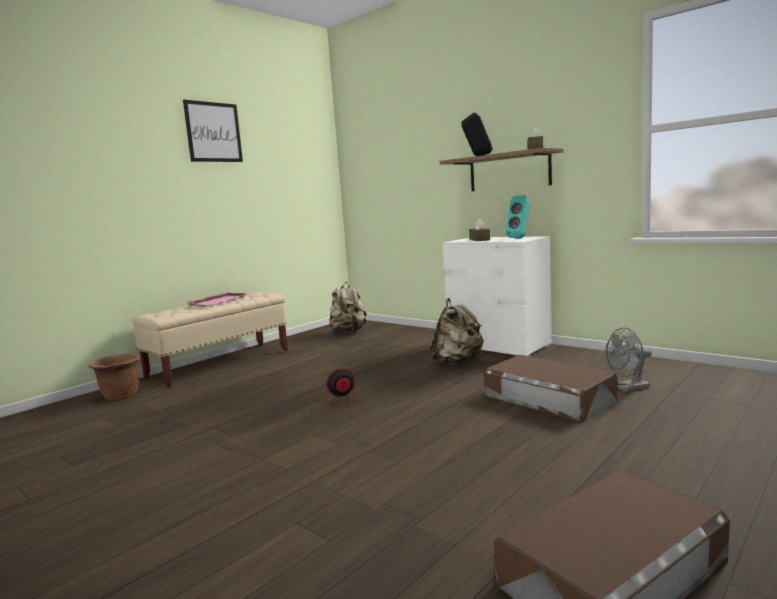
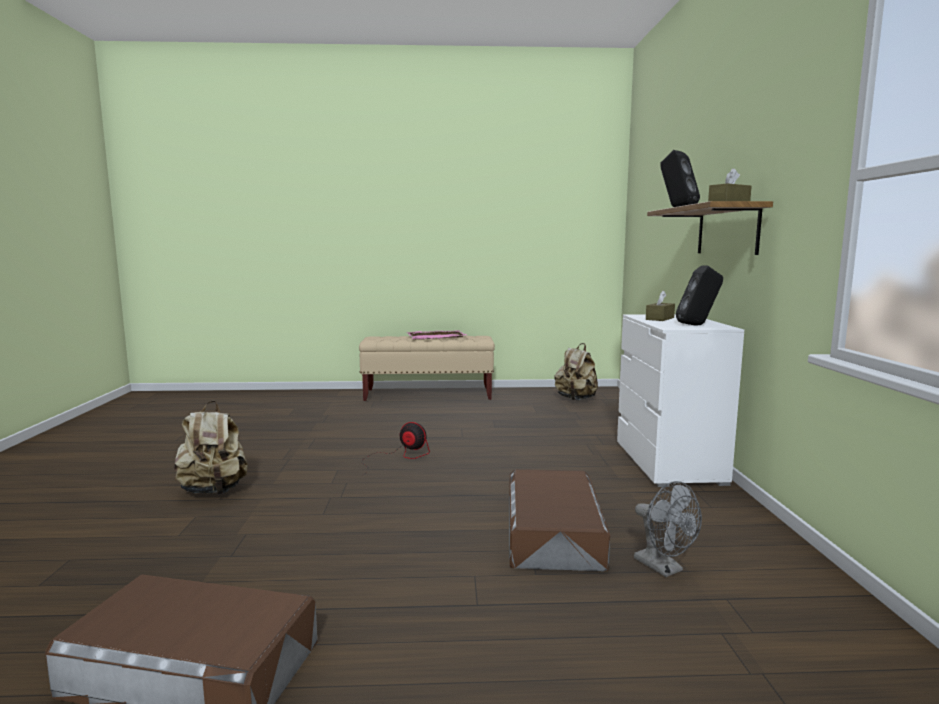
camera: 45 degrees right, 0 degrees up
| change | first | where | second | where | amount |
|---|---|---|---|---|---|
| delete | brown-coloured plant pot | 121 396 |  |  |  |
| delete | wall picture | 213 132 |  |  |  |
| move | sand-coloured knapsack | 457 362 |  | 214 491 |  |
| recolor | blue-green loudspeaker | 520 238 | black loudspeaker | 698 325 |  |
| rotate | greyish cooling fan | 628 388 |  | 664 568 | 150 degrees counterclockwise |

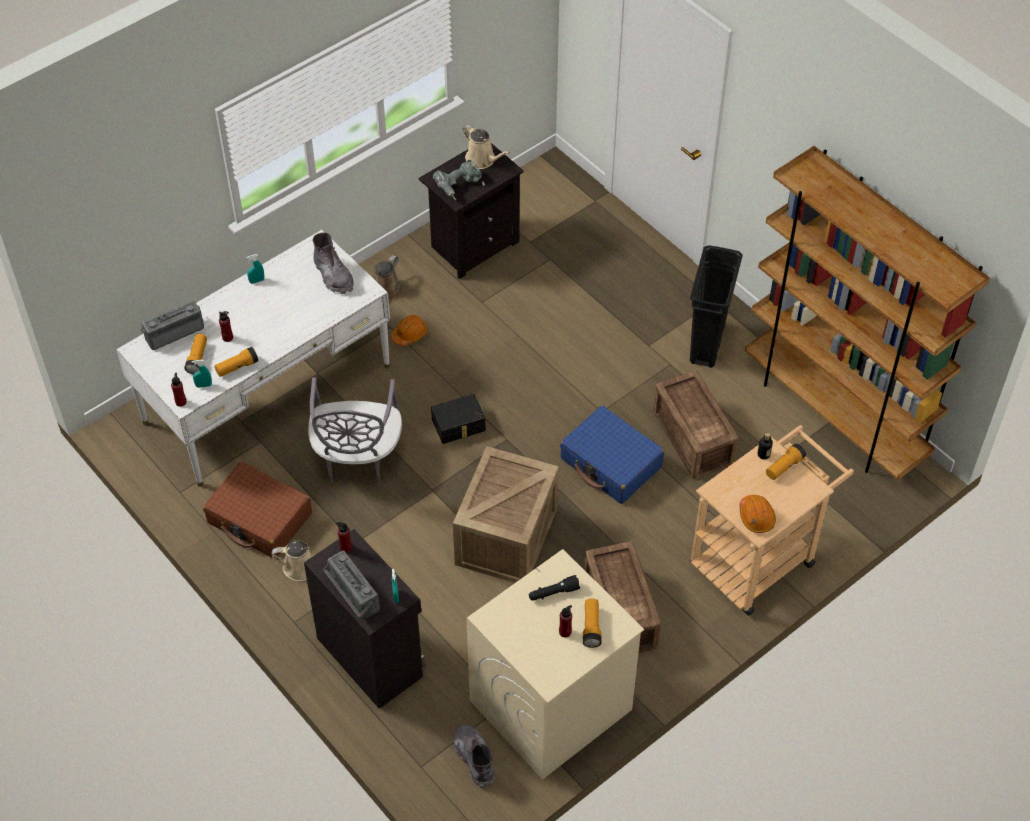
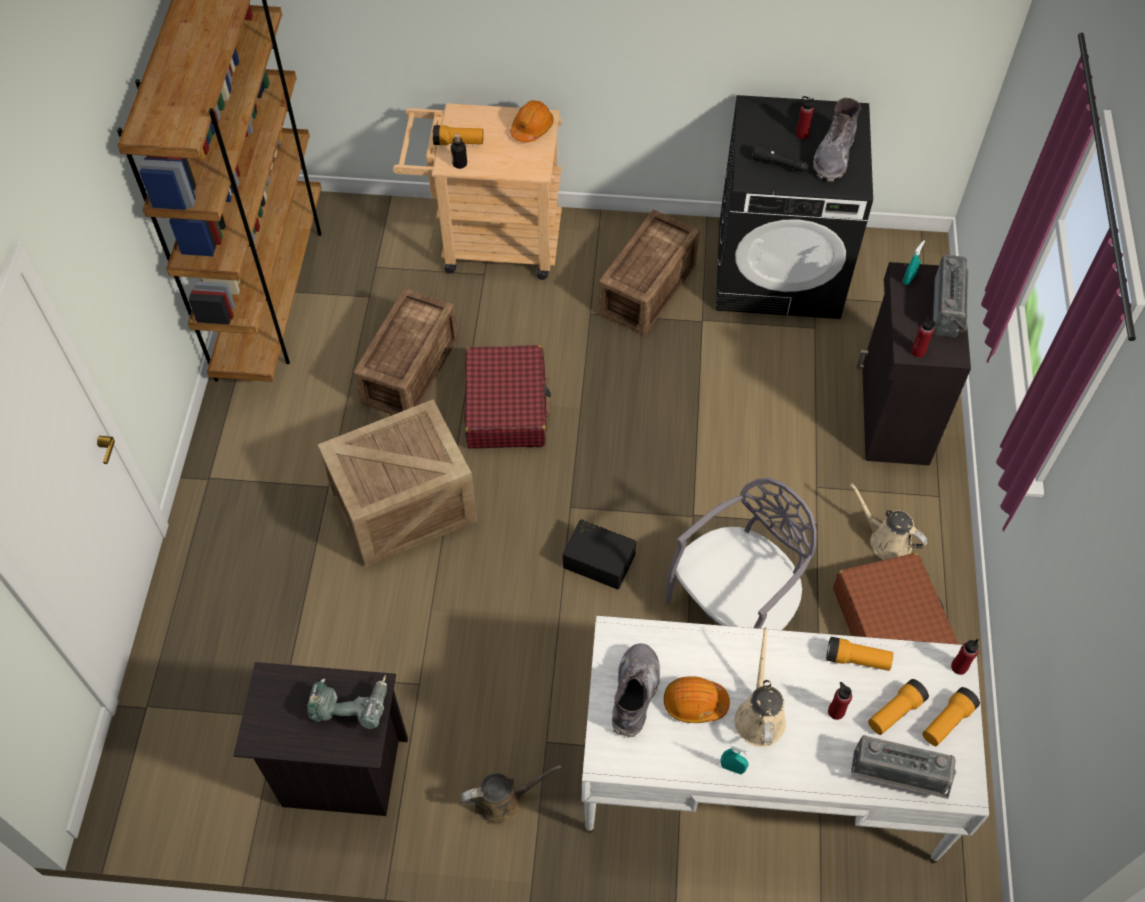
camera: 135 degrees left, 5 degrees up
| change | first | where | second | where | amount |
|---|---|---|---|---|---|
| delete | blue-green hand sprayer | 203 385 |  |  |  |
| delete | black rubbish bin | 707 343 |  |  |  |
| move | orange safety helmet | 410 334 |  | 694 703 |  |
| move | packing crate | 506 535 |  | 403 509 |  |
| move | greyish tall boot | 474 758 |  | 833 156 |  |
| move | sand-coloured watering pot | 482 160 |  | 759 715 |  |
| move | torch | 591 627 |  | 947 721 |  |
| recolor | sand-coloured laundry machine | 550 706 | black laundry machine | 779 269 |  |
| recolor | blue suitcase | 611 463 | red-coloured suitcase | 506 406 |  |

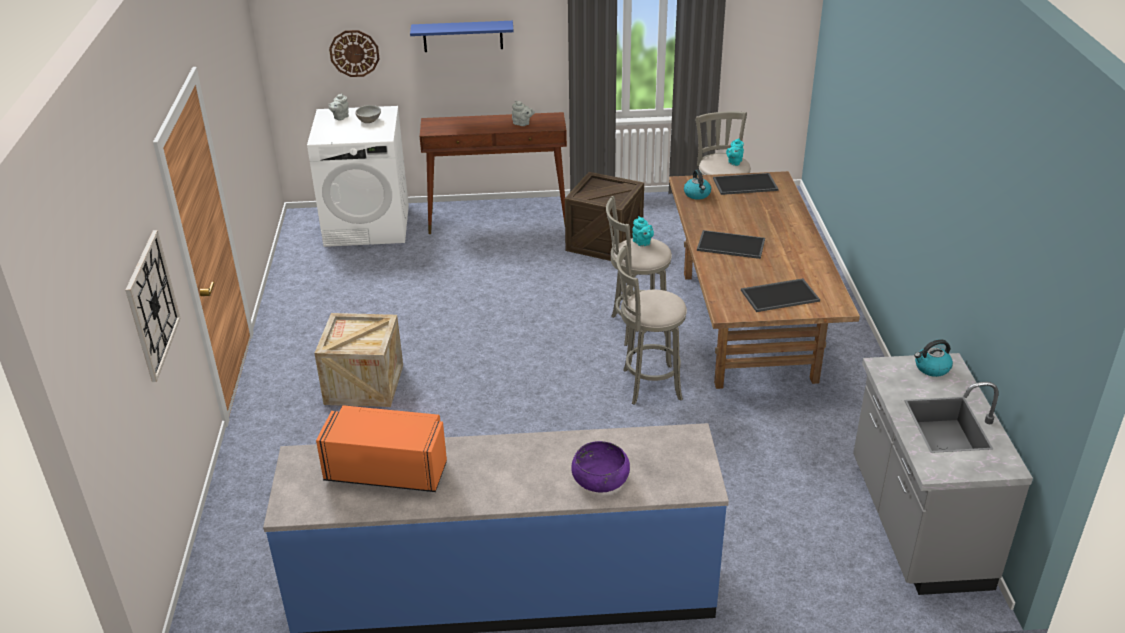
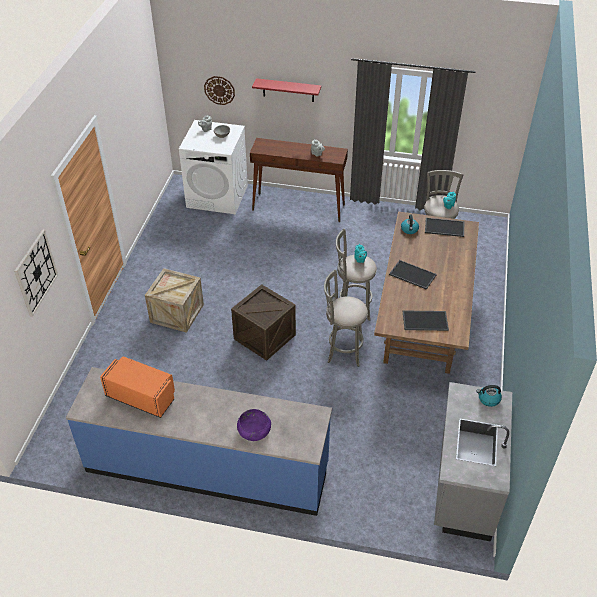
camera: 15 degrees right, 10 degrees up
| change | first | where | second | where | amount |
|---|---|---|---|---|---|
| move | packing crate | 604 242 |  | 264 337 |  |
| recolor | blue shelf | 463 36 | red-coloured shelf | 288 90 |  |

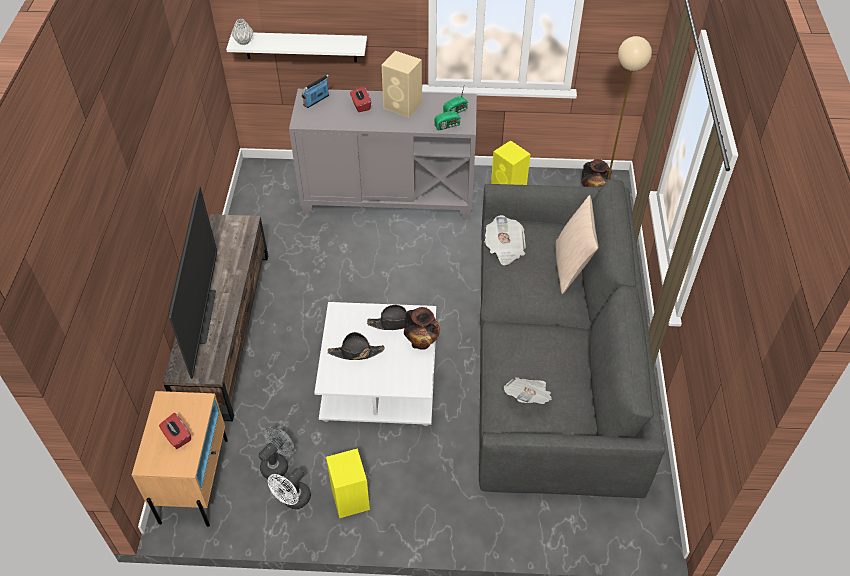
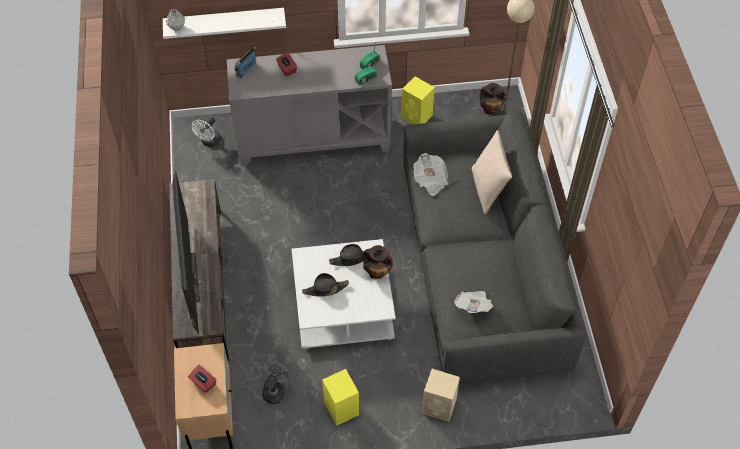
camera: 10 degrees left, 5 degrees up
| change | first | where | second | where | amount |
|---|---|---|---|---|---|
| move | whitish cooling fan | 293 500 |  | 209 142 |  |
| move | sand-coloured loudspeaker | 403 106 |  | 440 406 |  |

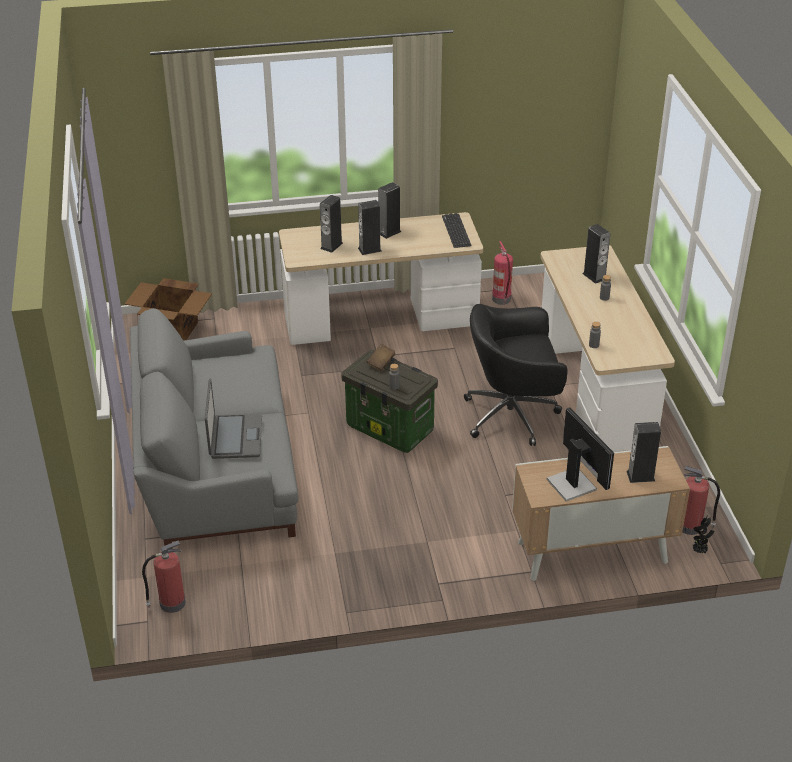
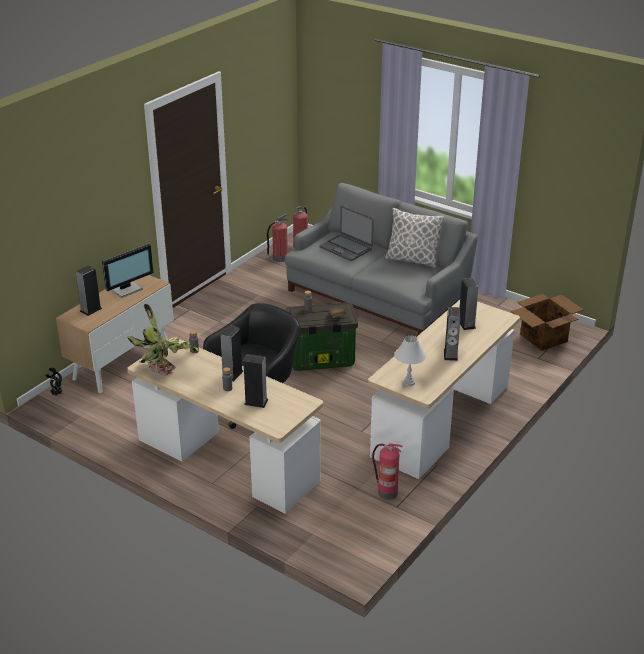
camera: 135 degrees right, 5 degrees down
| change | first | where | second | where | amount |
|---|---|---|---|---|---|
| insert |  |  | plant in a pot | 168 368 |  |
| insert |  |  | pillow | 412 259 |  |
| move | loudspeaker | 369 249 |  | 232 374 |  |
| move | fire-fighting cylinder | 691 526 |  | 279 258 |  |
| replace | computer keyboard | 456 231 | whitish table lamp | 408 382 |  |
| rotate | monitor | 573 483 |  | 126 289 | 60 degrees counterclockwise |

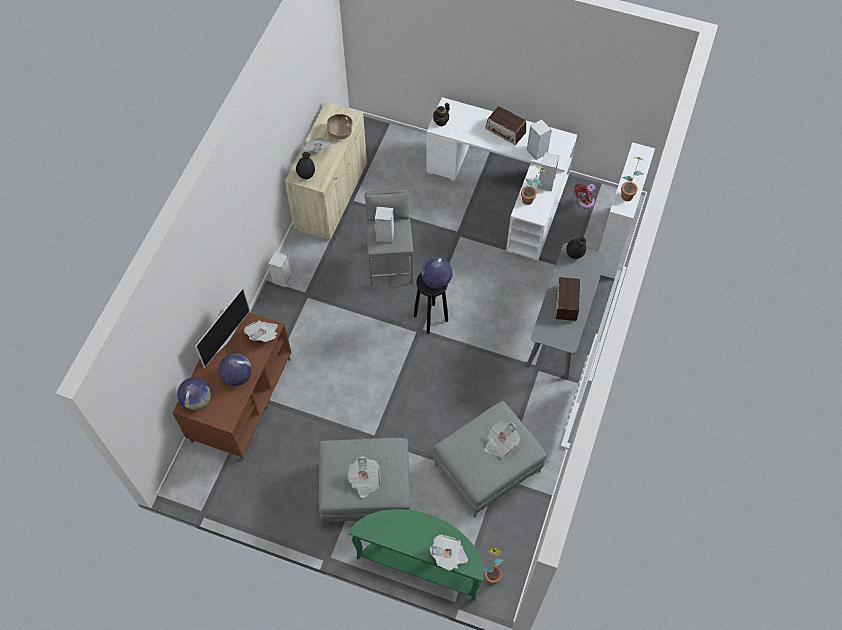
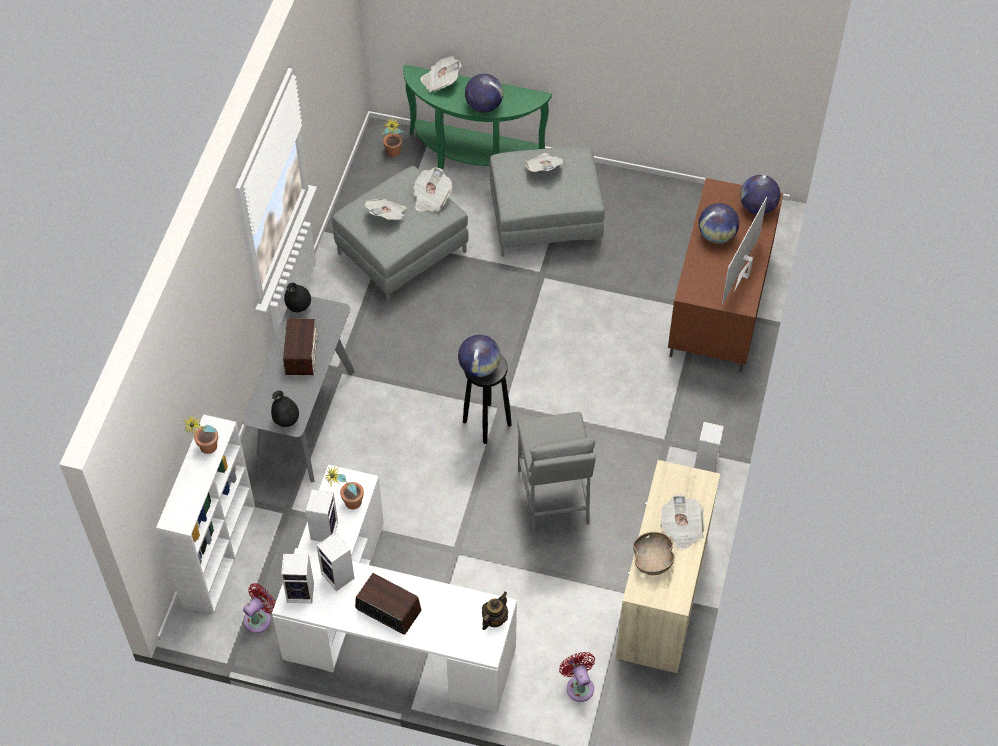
camera: 175 degrees right, 5 degrees down
| change | first | where | second | where | amount |
|---|---|---|---|---|---|
| insert |  |  | desk globe | 484 106 |  |
| insert |  |  | red-coloured cooling fan | 579 685 |  |
| move | printed paper | 263 335 |  | 431 198 |  |
| move | black decorative vase | 306 175 |  | 298 307 |  |
| move | loudspeaker | 384 236 |  | 301 592 |  |

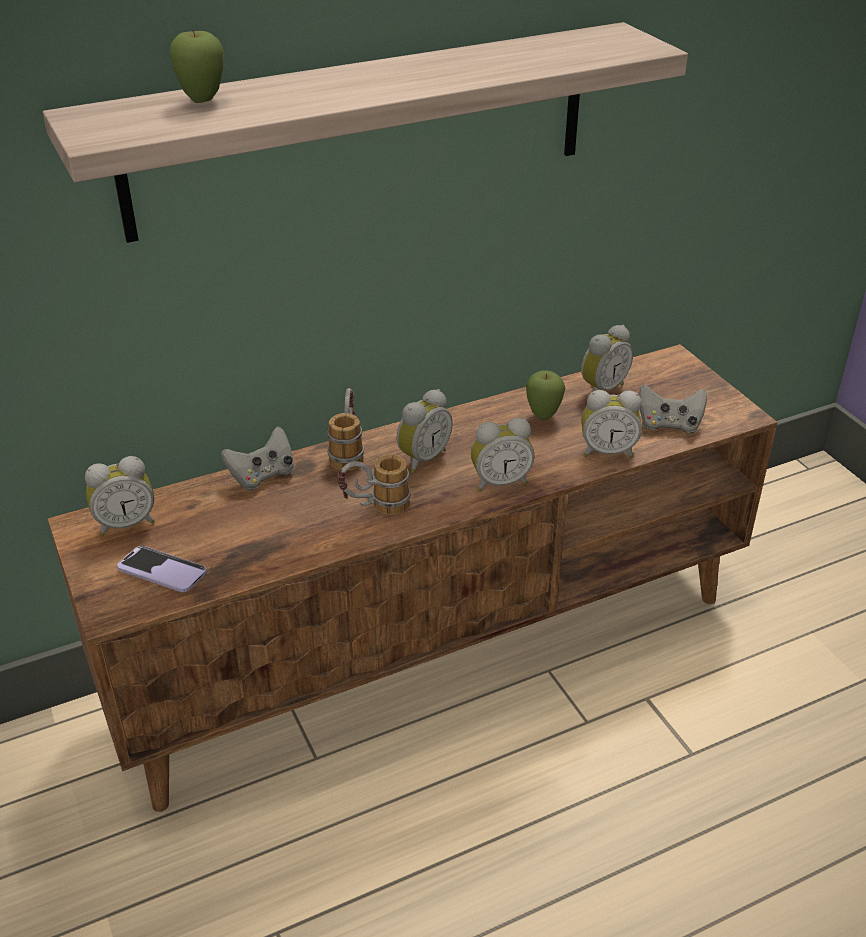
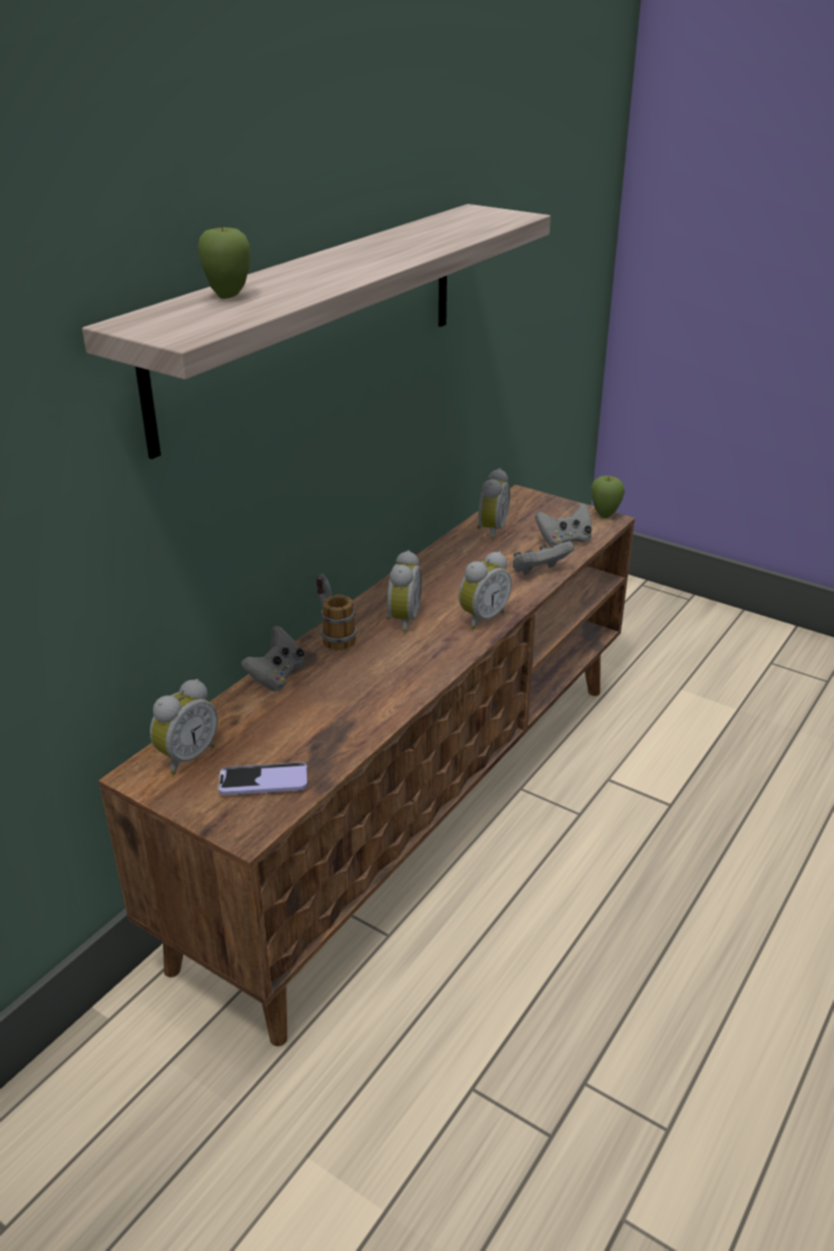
camera: 30 degrees left, 5 degrees down
| change | first | where | second | where | amount |
|---|---|---|---|---|---|
| delete | tea mug | 375 508 |  |  |  |
| move | apple | 543 416 |  | 604 515 |  |
| replace | table clock | 607 451 | greyish game controller | 539 572 |  |

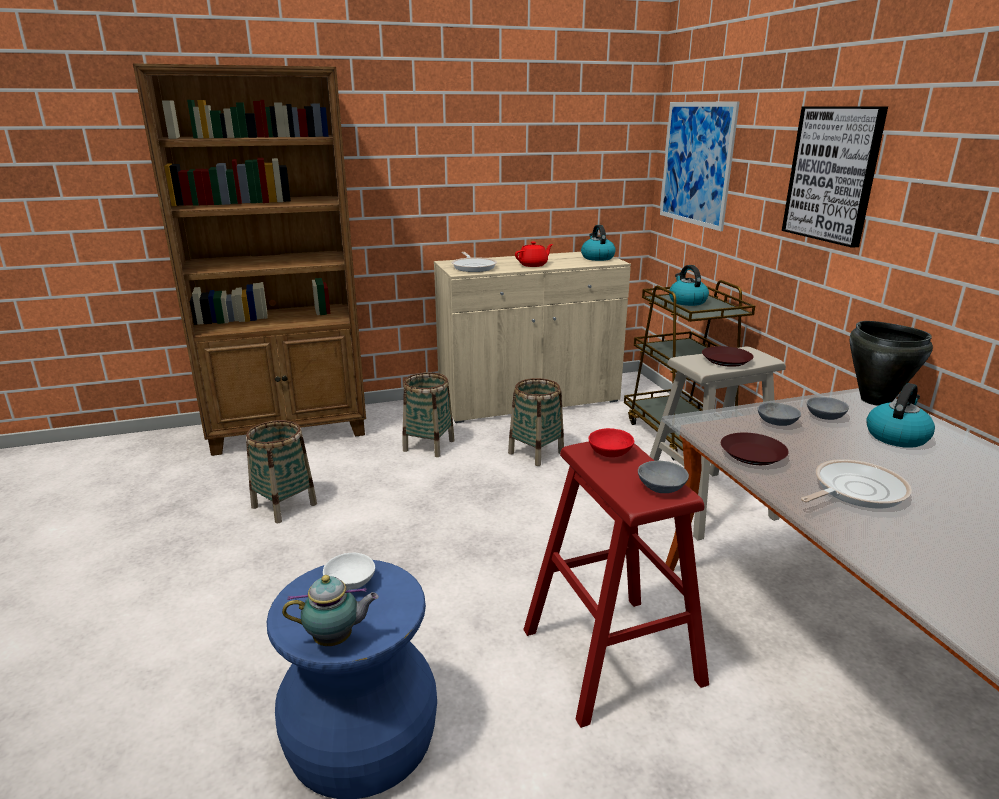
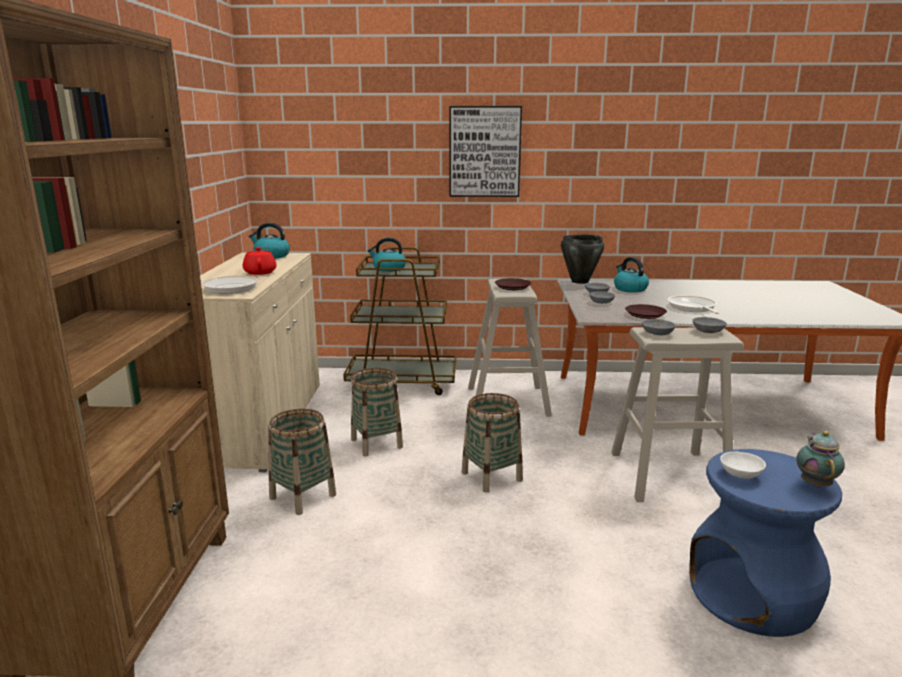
camera: 70 degrees left, 5 degrees down
| change | first | where | second | where | amount |
|---|---|---|---|---|---|
| delete | wall picture | 696 164 |  |  |  |
| move | basket | 284 505 |  | 491 476 |  |
| recolor | red-coloured stool | 611 656 | sand-coloured stool | 668 475 |  |
| recolor | red-coloured serving bowl | 608 451 | greyish serving bowl | 657 333 |  |

